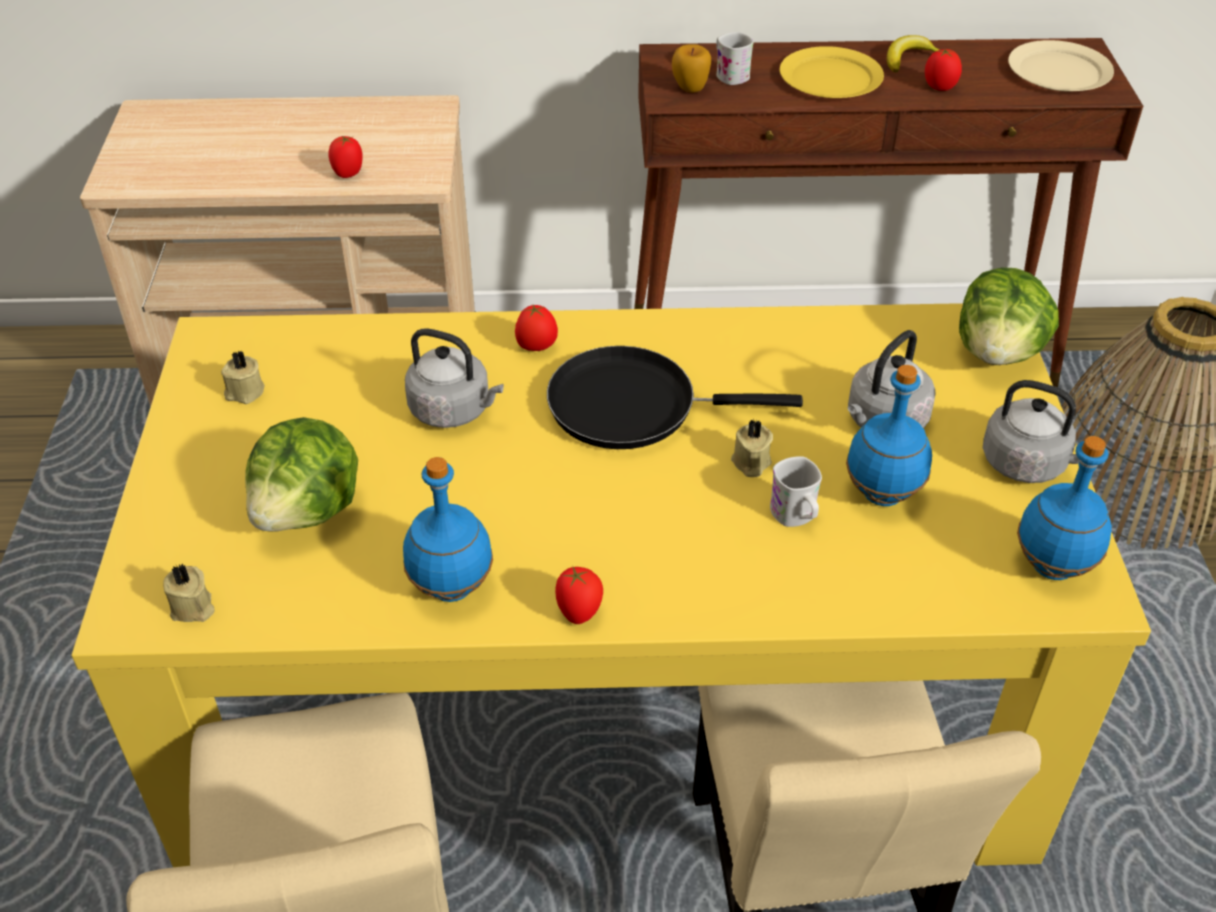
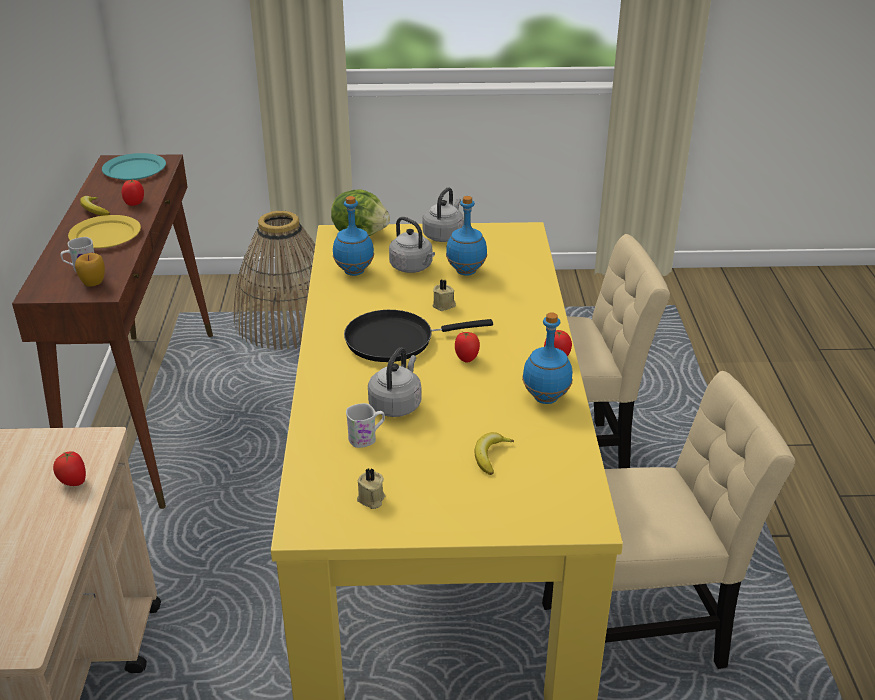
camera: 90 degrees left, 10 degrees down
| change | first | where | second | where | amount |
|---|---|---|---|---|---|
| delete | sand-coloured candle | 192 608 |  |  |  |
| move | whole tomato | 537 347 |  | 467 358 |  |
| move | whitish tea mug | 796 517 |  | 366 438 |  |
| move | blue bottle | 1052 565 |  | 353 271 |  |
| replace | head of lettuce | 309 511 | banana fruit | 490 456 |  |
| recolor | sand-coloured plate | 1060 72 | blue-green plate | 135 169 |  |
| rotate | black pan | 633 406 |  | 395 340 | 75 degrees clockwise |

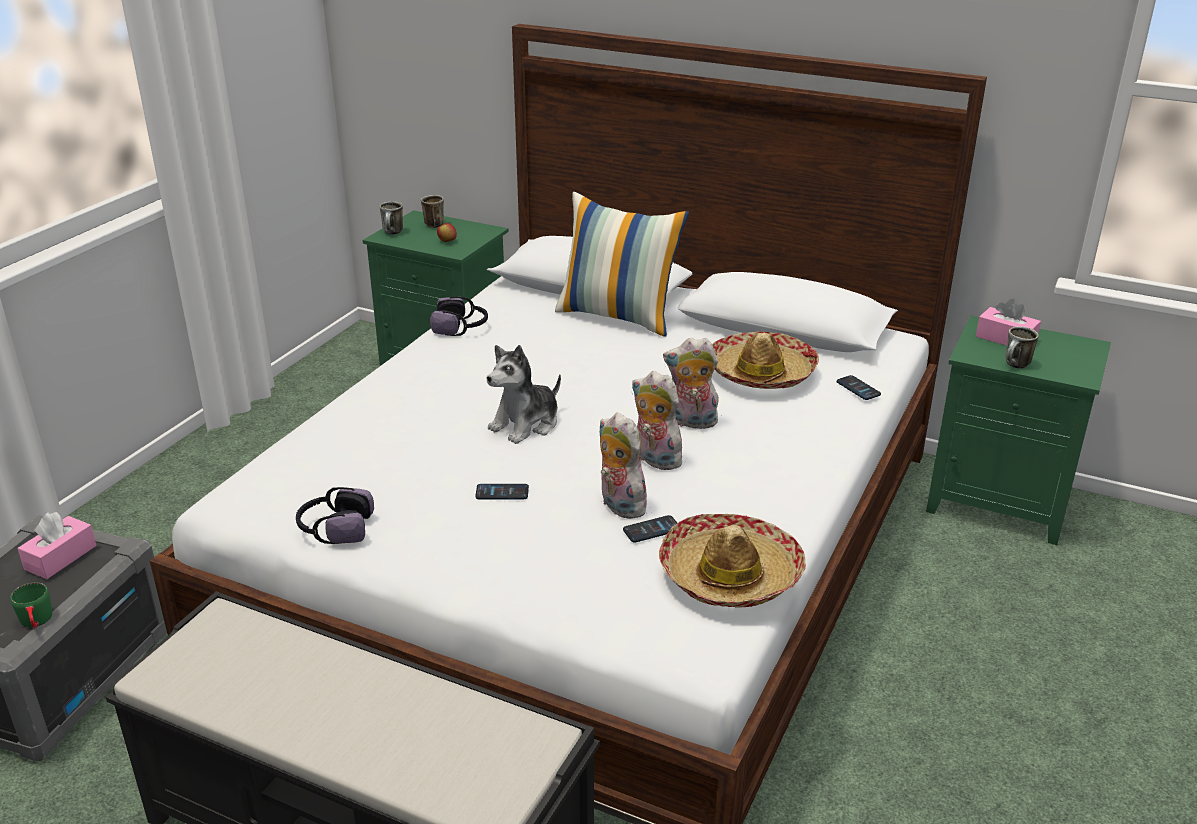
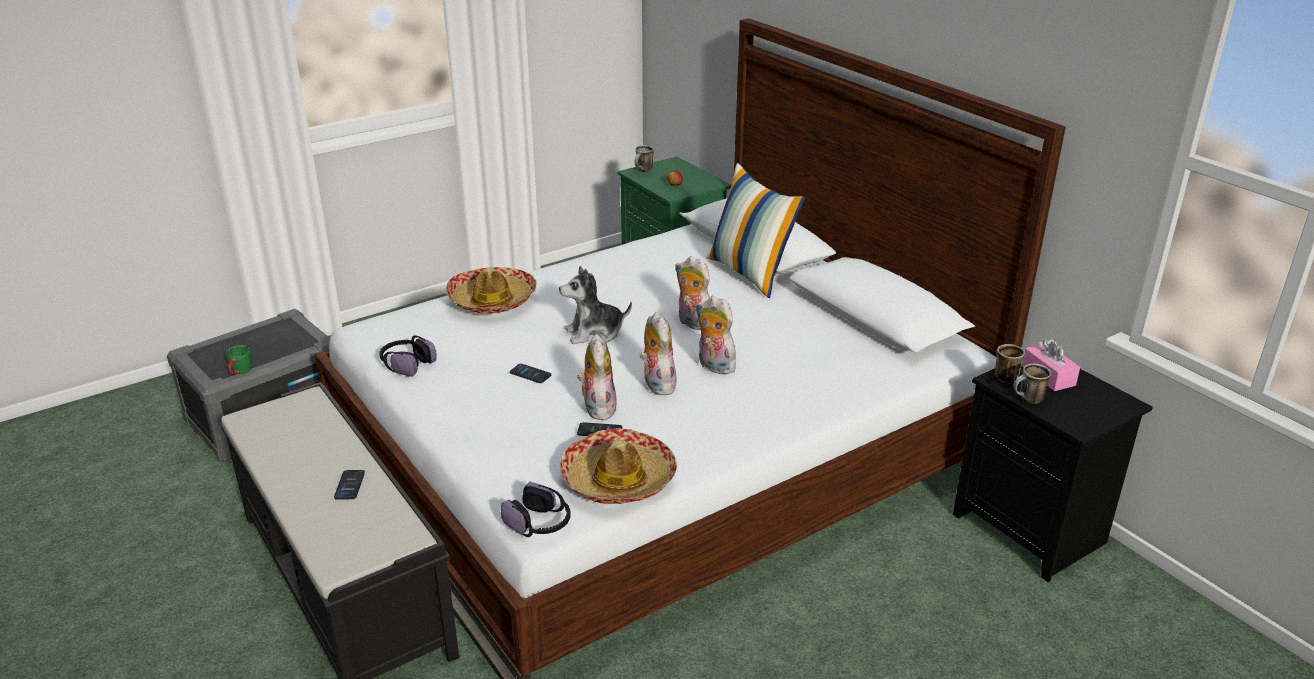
camera: 30 degrees right, 0 degrees up
| change | first | where | second | where | amount |
|---|---|---|---|---|---|
| delete | pink tissue holder | 60 557 |  |  |  |
| insert |  |  | plush toy | 692 323 |  |
| move | tea mug | 431 224 |  | 1003 376 |  |
| move | headphones | 461 328 |  | 539 524 |  |
| move | hat | 761 372 |  | 492 300 |  |
| move | phone | 858 388 |  | 349 485 |  |
| recolor | greenish night table | 1001 502 | black night table | 1032 530 |  |

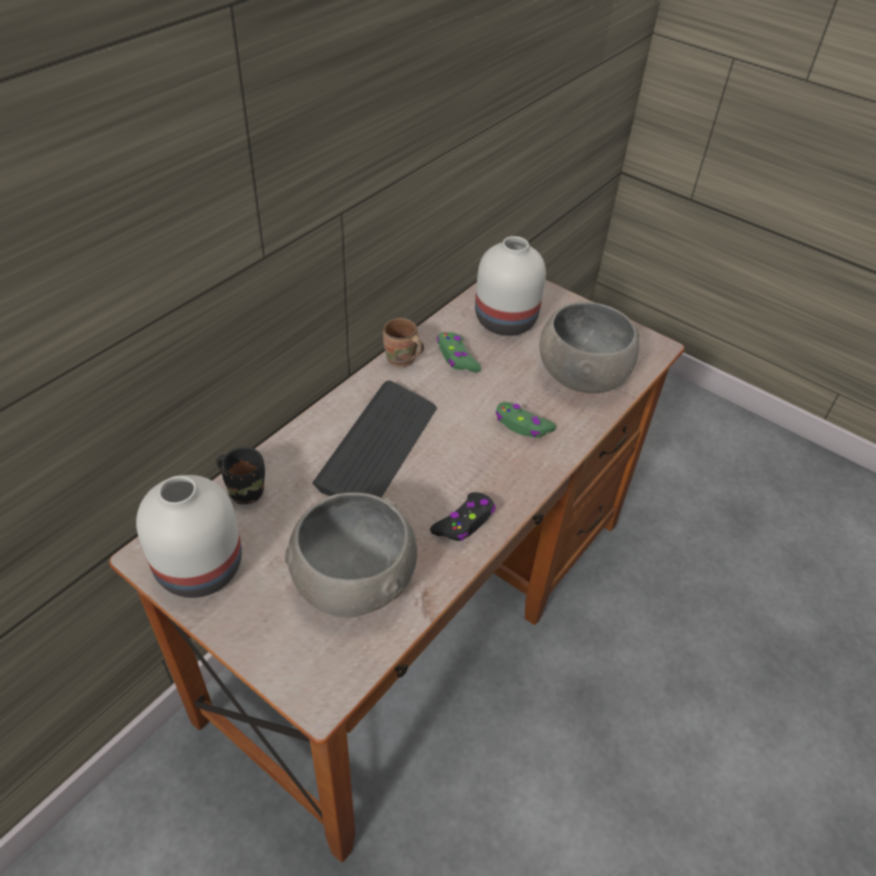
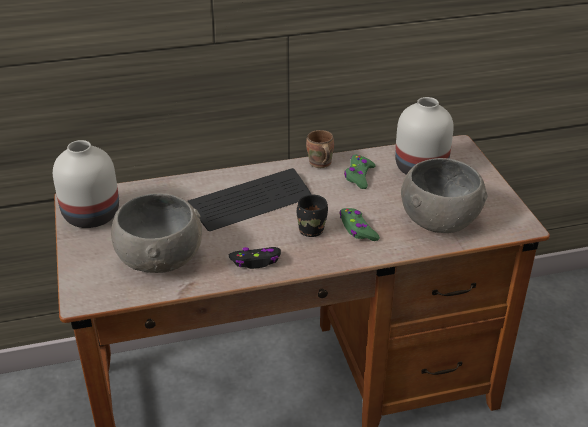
camera: 40 degrees right, 10 degrees down
| change | first | where | second | where | amount |
|---|---|---|---|---|---|
| move | black tea mug | 246 490 |  | 311 229 |  |

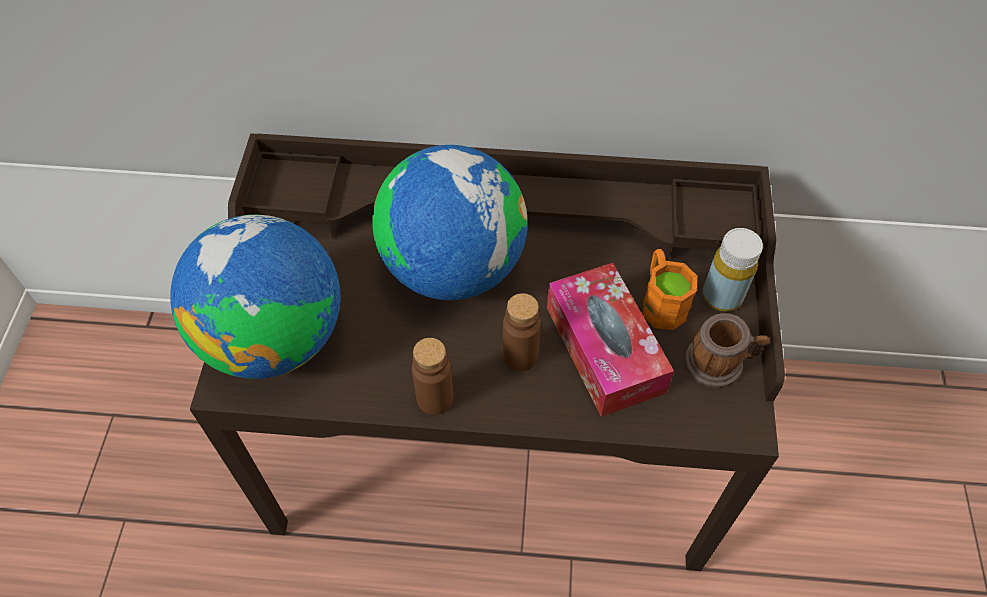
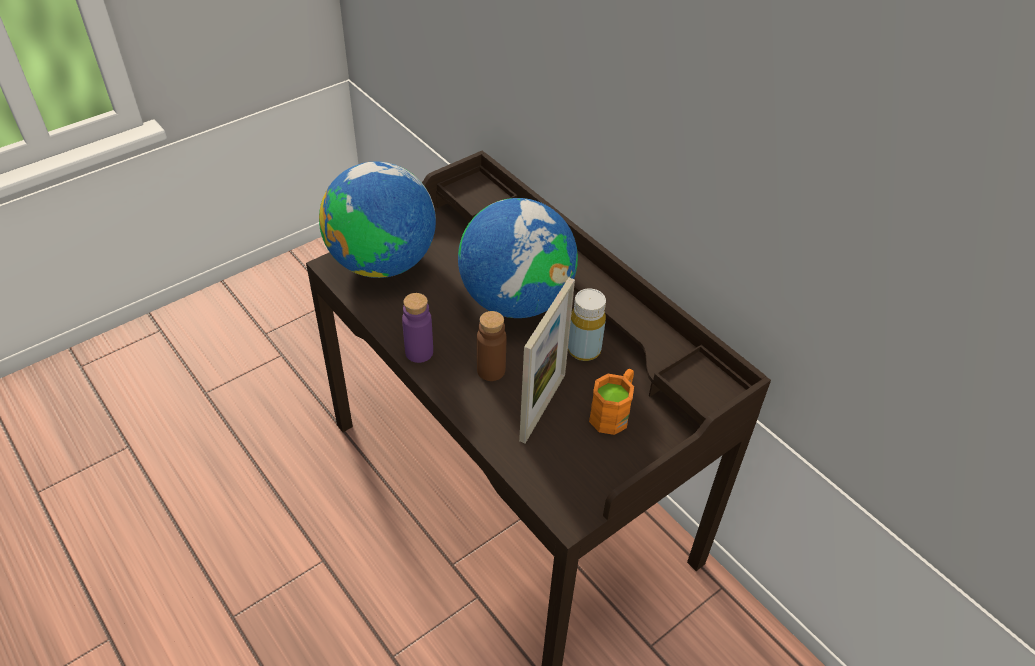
camera: 45 degrees right, 10 degrees down
| change | first | where | second | where | amount |
|---|---|---|---|---|---|
| delete | tea mug | 720 363 |  |  |  |
| move | yellowish bottle | 722 296 |  | 584 350 |  |
| replace | tissue holder | 604 349 | photo frame | 543 407 |  |
| recolor | brown-coloured bottle | 435 398 | purple bottle | 419 352 |  |

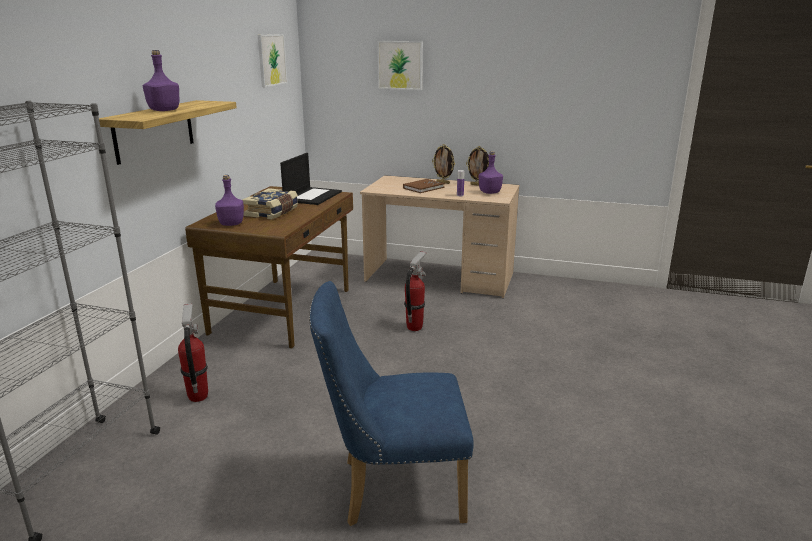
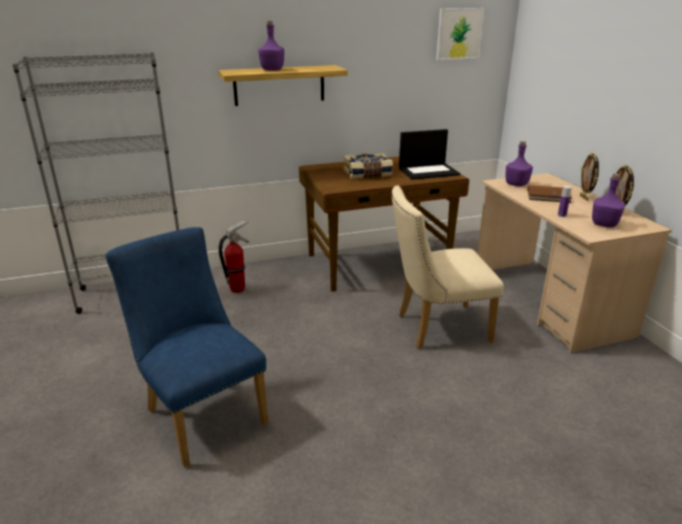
camera: 55 degrees right, 5 degrees up
| change | first | where | second | where | amount |
|---|---|---|---|---|---|
| delete | wall picture | 400 65 |  |  |  |
| move | purple bottle | 231 223 |  | 516 184 |  |
| replace | fire-fighting cylinder | 414 327 | sand-coloured plain chair | 436 328 |  |

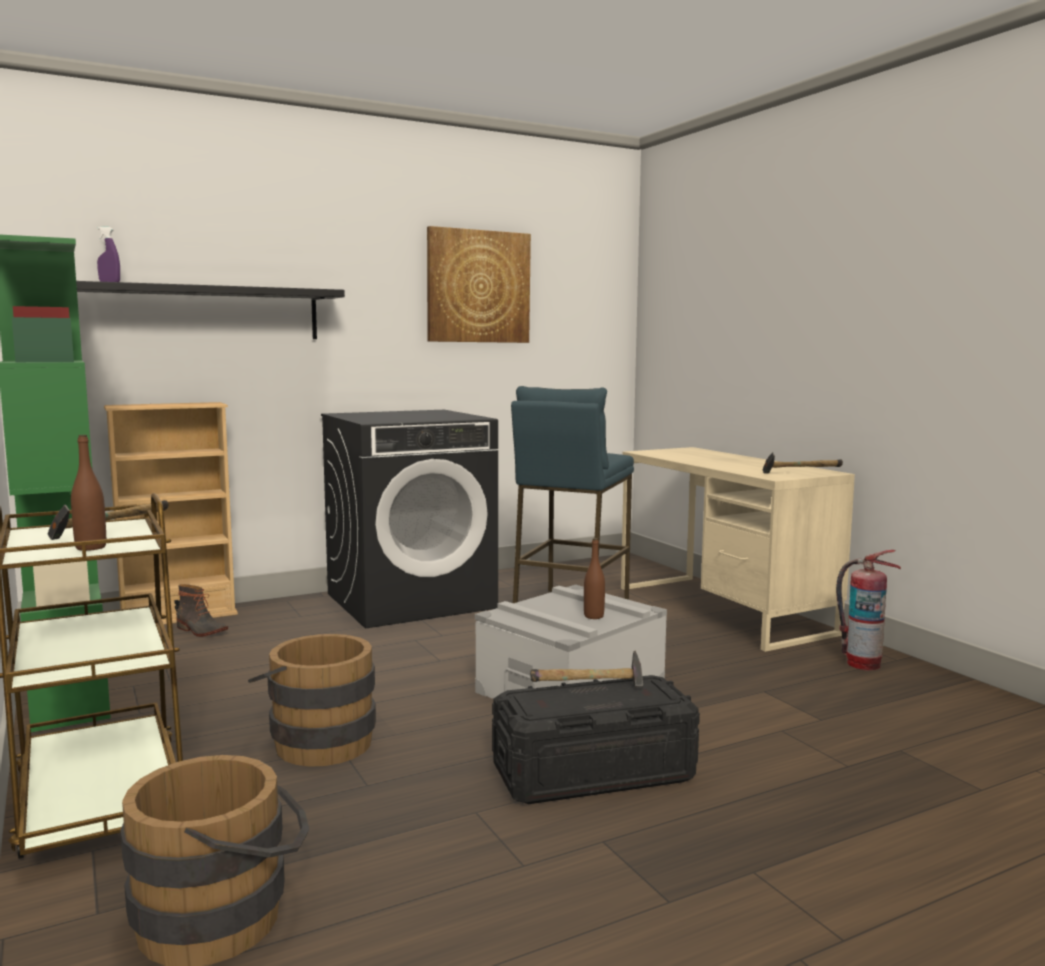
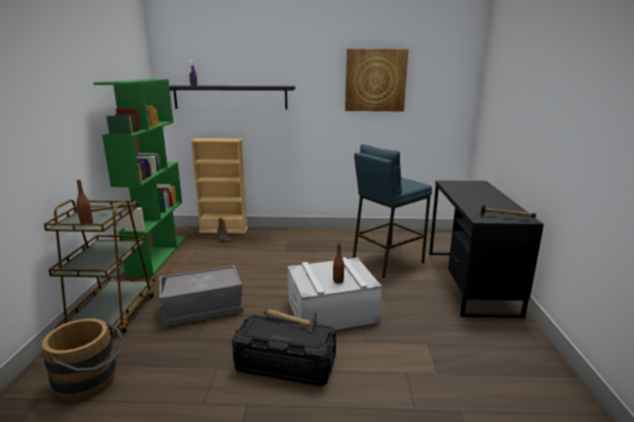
camera: 30 degrees right, 10 degrees up
| change | first | where | second | where | amount |
|---|---|---|---|---|---|
| delete | black laundry machine | 411 600 |  |  |  |
| delete | fire-fighting cylinder | 862 664 |  |  |  |
| replace | brown-coloured water bucket | 317 741 | greyish storage bin | 202 309 |  |
| recolor | sand-coloured desk unit | 722 610 | black desk unit | 469 281 |  |

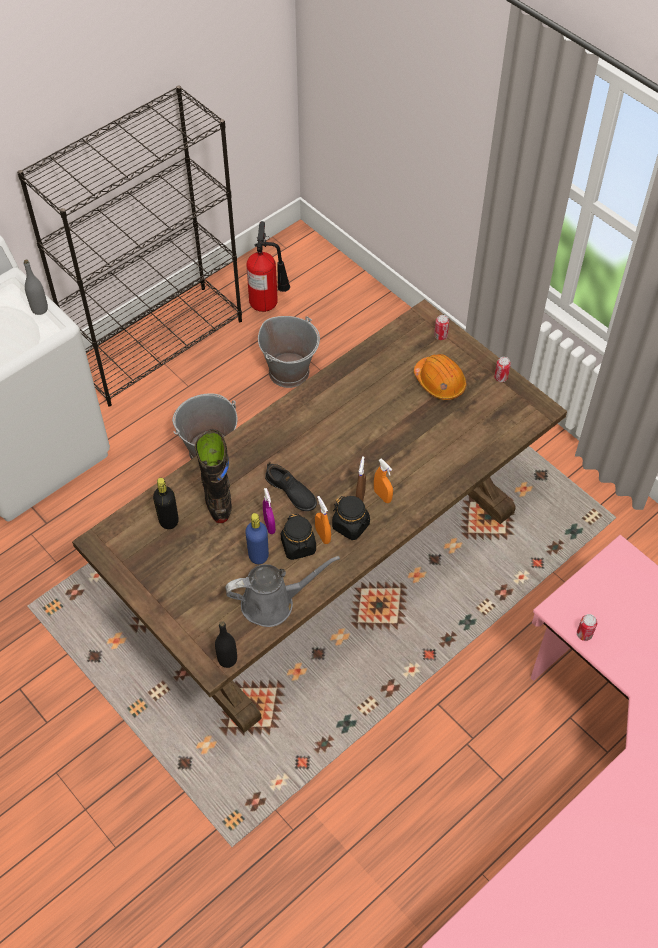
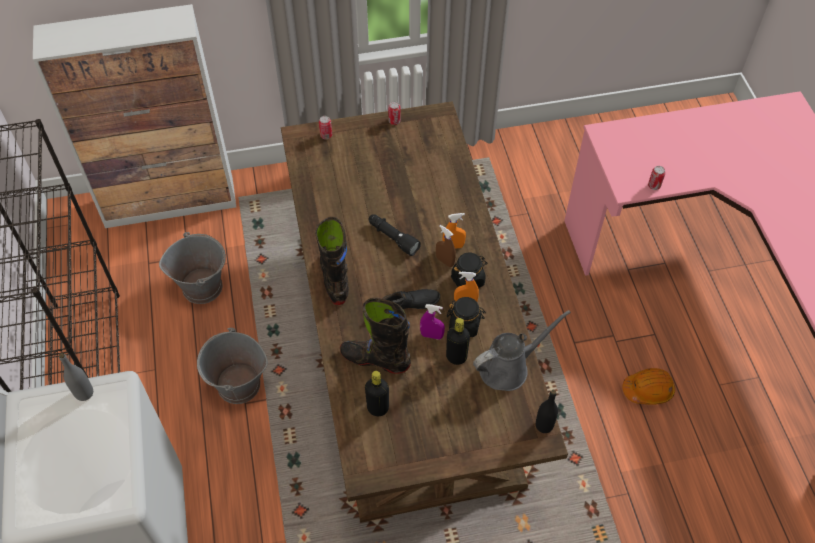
camera: 60 degrees left, 0 degrees up
| change | first | where | second | where | amount |
|---|---|---|---|---|---|
| delete | fire-fighting cylinder | 268 303 |  |  |  |
| insert |  |  | cupboard | 171 202 |  |
| insert |  |  | black tall boot | 335 279 |  |
| insert |  |  | black torch | 393 238 |  |
| move | orange safety helmet | 439 382 |  | 648 390 |  |
| recolor | blue bottle | 258 556 | black bottle | 456 357 |  |
| rotate | greyish watering pot | 273 603 |  | 508 367 | 45 degrees clockwise |

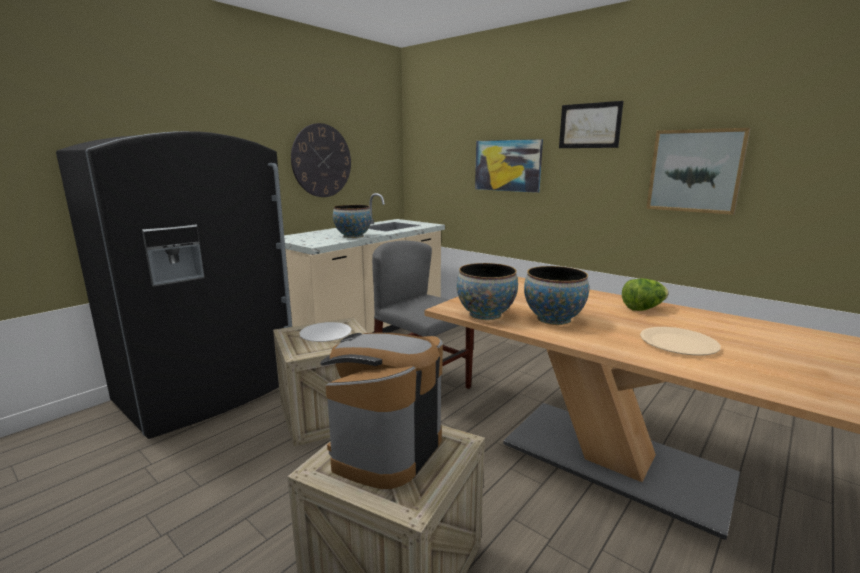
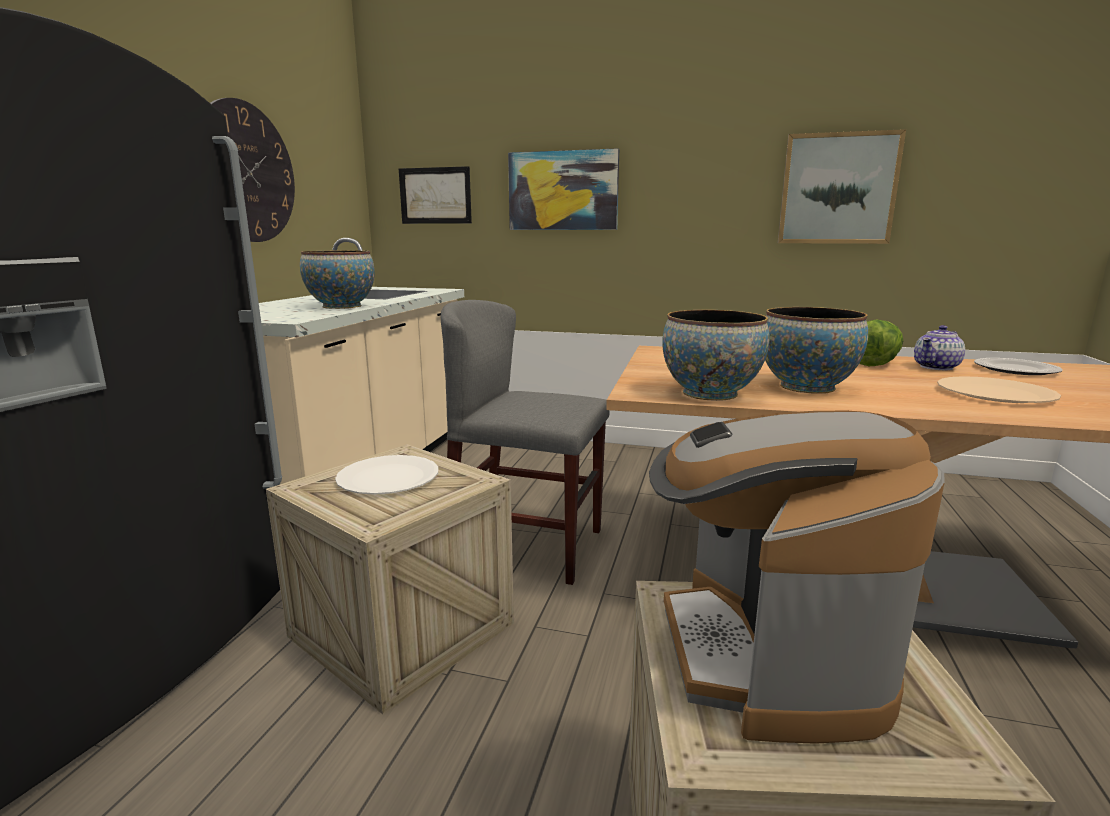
camera: 25 degrees left, 0 degrees up
| change | first | where | second | where | amount |
|---|---|---|---|---|---|
| insert |  |  | tea pot | 937 367 |  |
| insert |  |  | plate | 1016 369 |  |
| move | wall picture | 589 125 |  | 435 195 |  |

